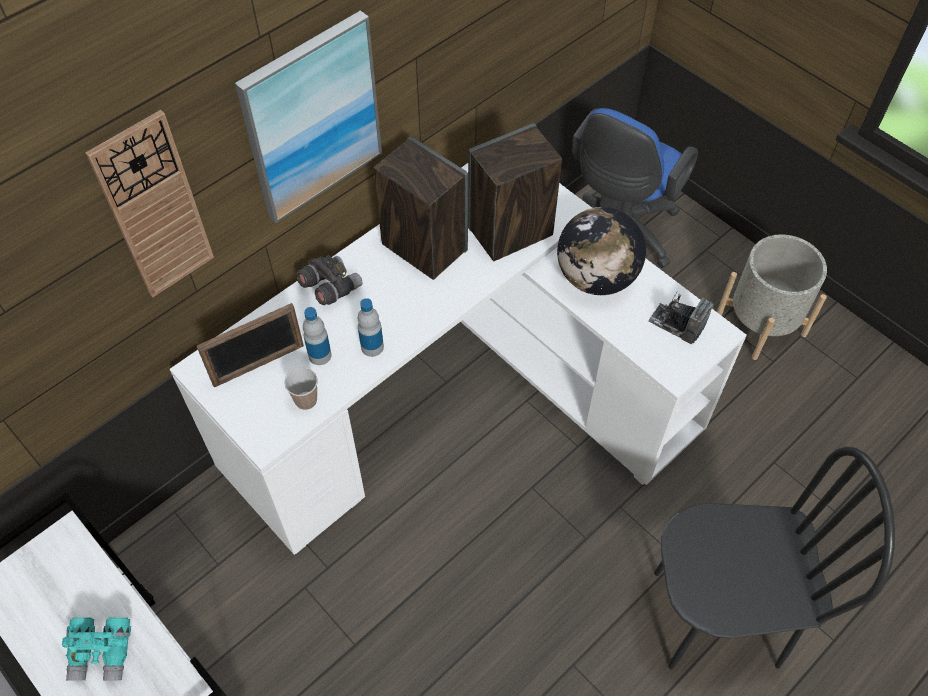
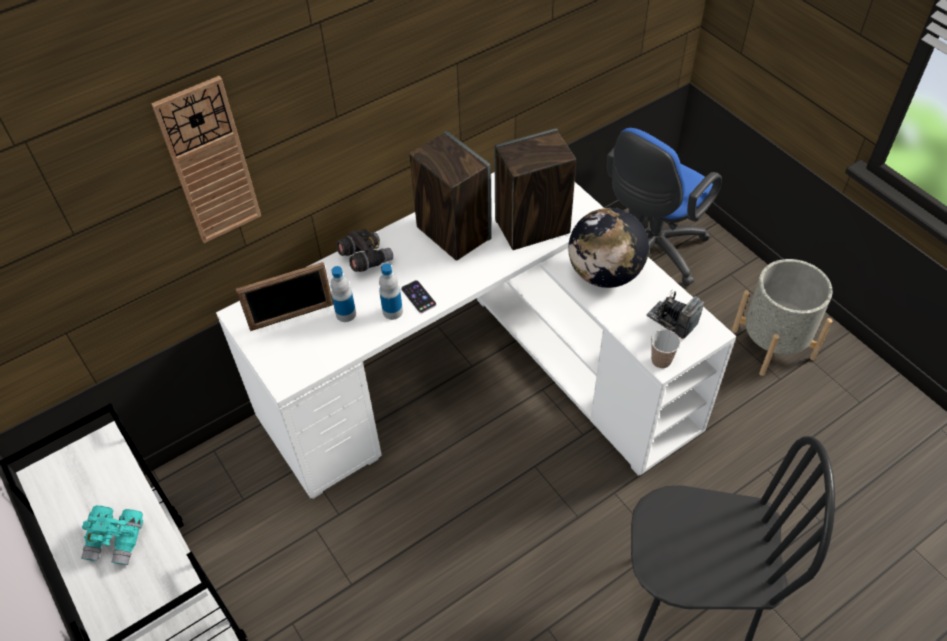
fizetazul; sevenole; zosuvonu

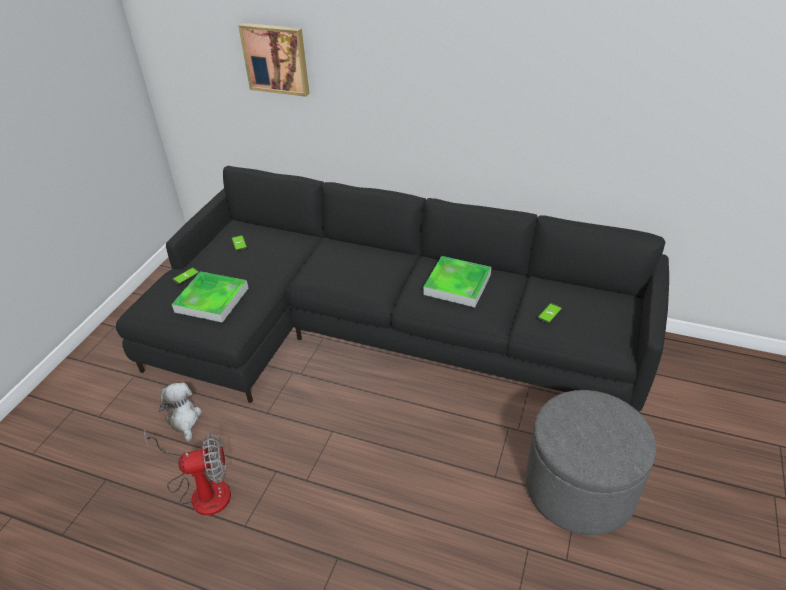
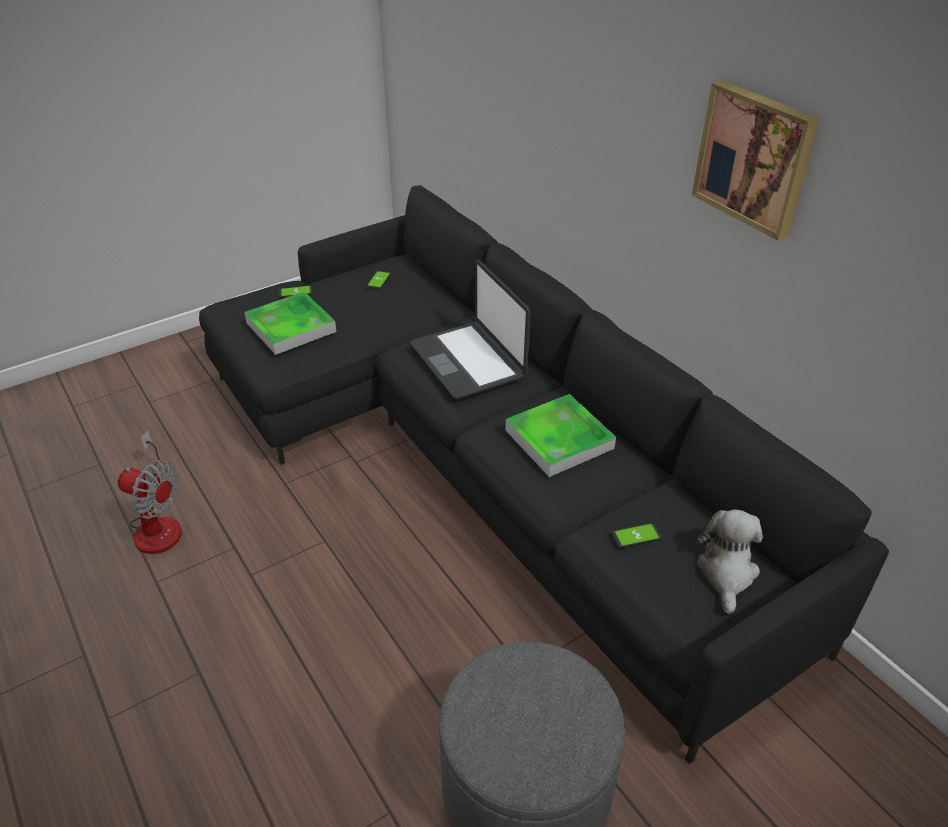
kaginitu; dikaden; fizetazul

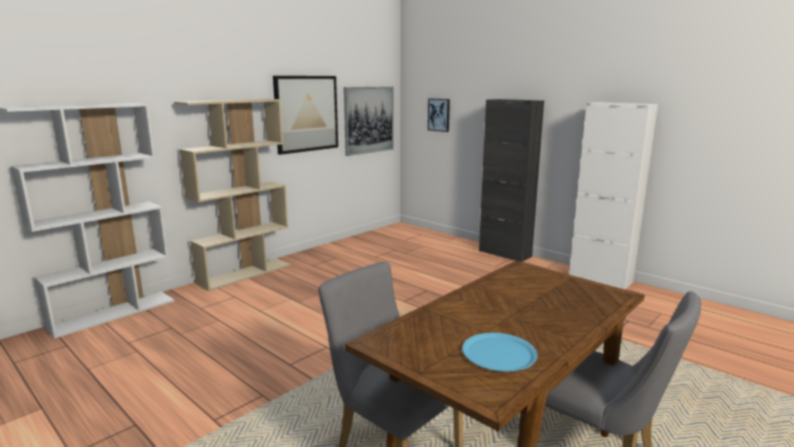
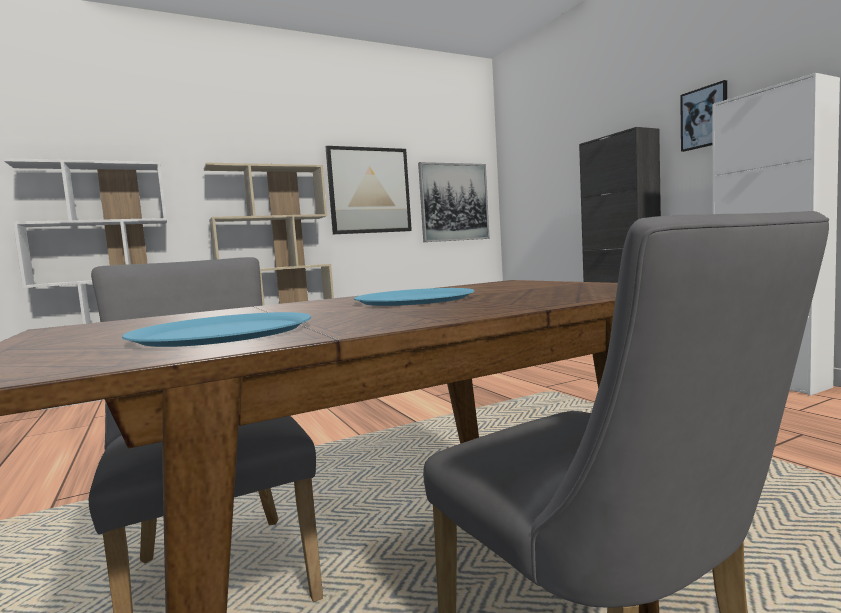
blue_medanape (no. 2 from left); fizetazul (no. 3 from left)

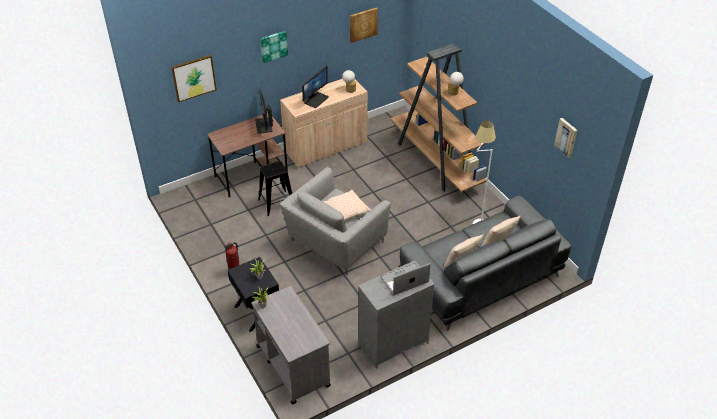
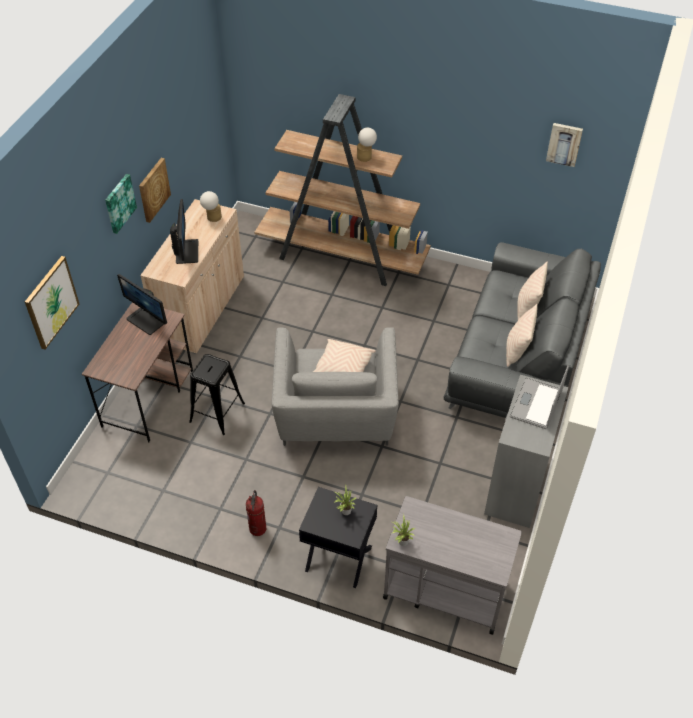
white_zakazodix; fizetazul (no. 3 from left)

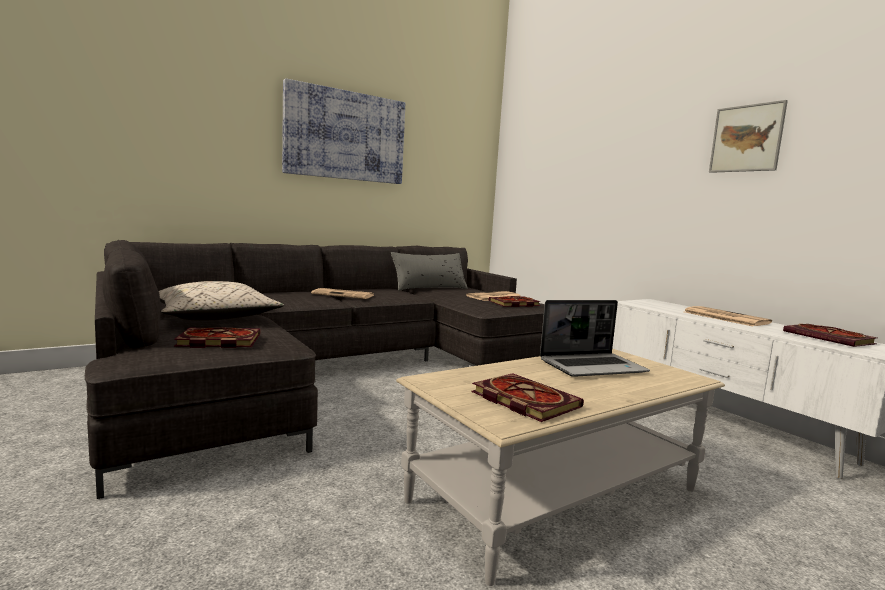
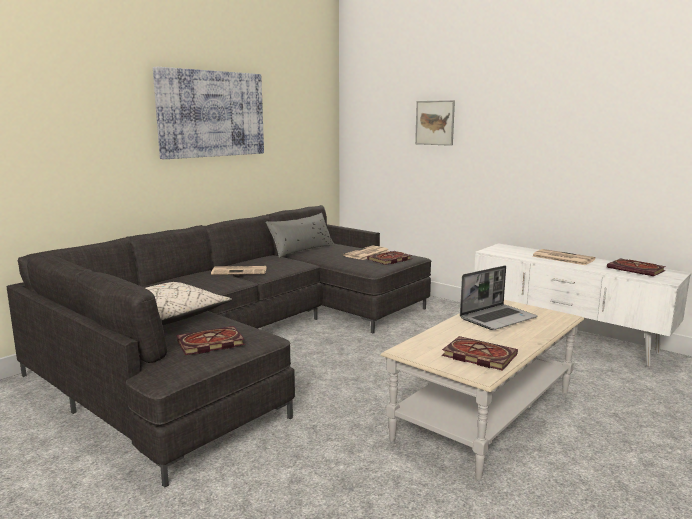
fizetazul (no. 2 from left)

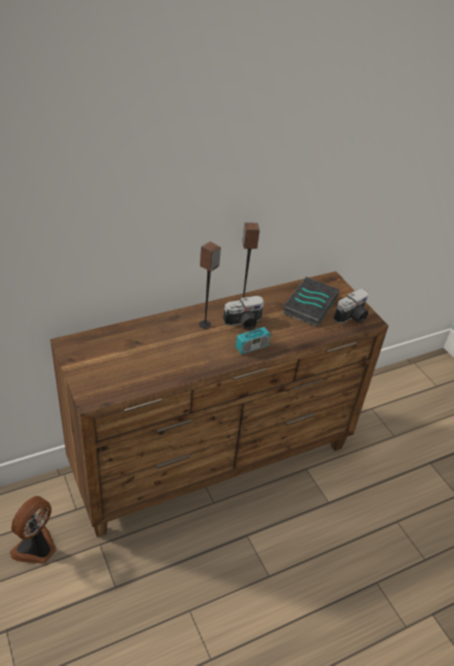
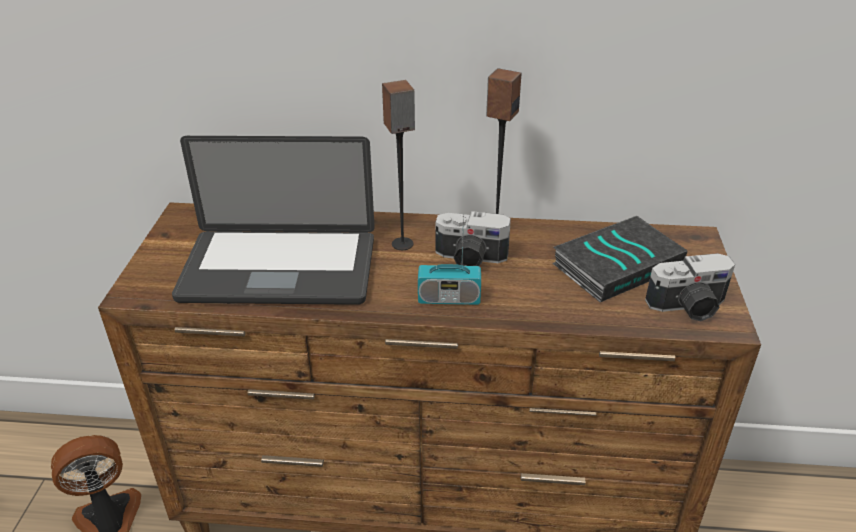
kaginitu

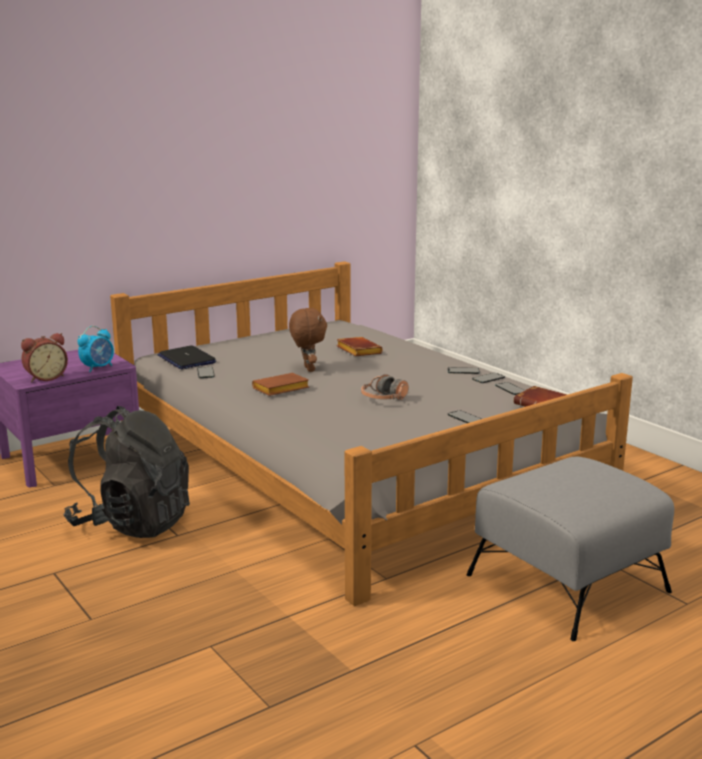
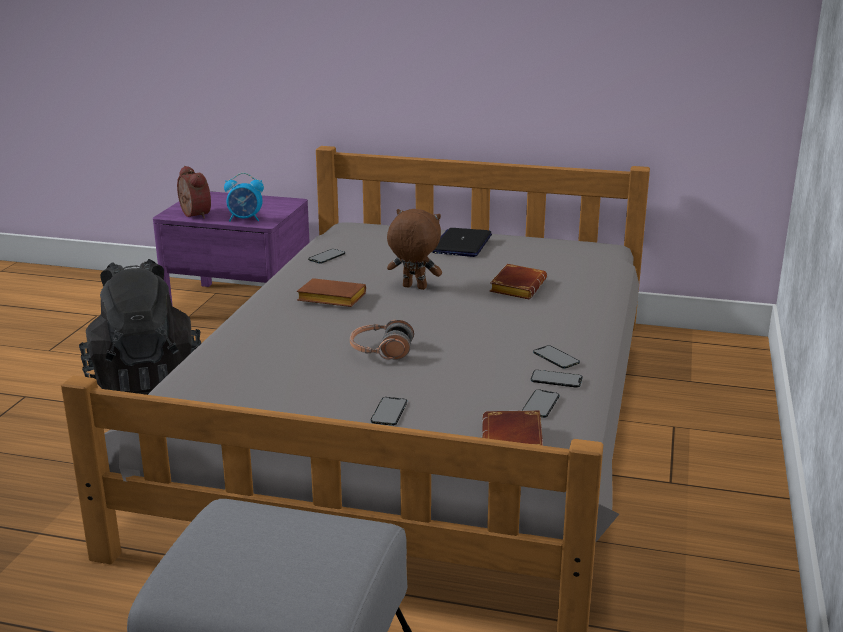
kaginitu; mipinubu (no. 1 from left); brown_dikaden

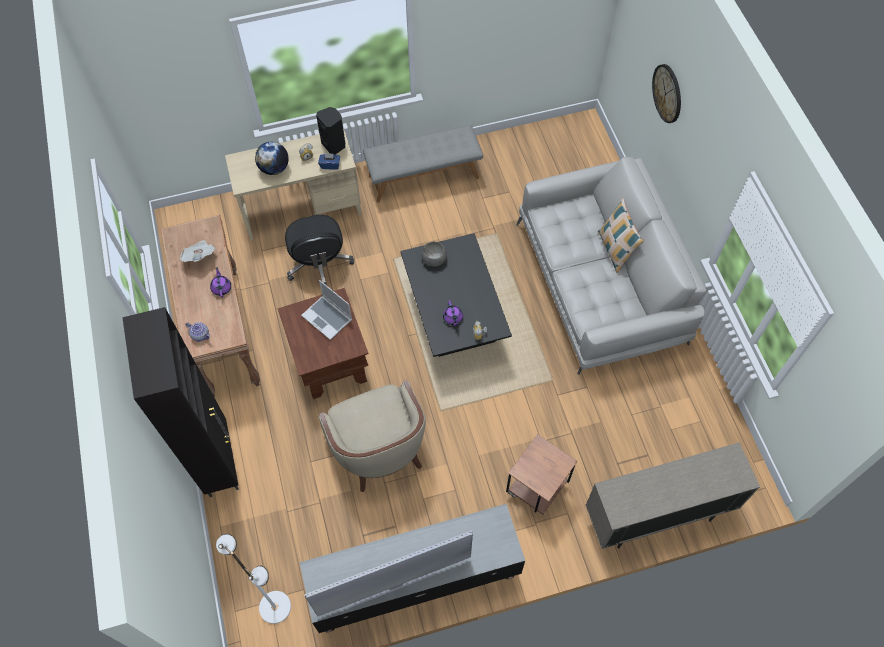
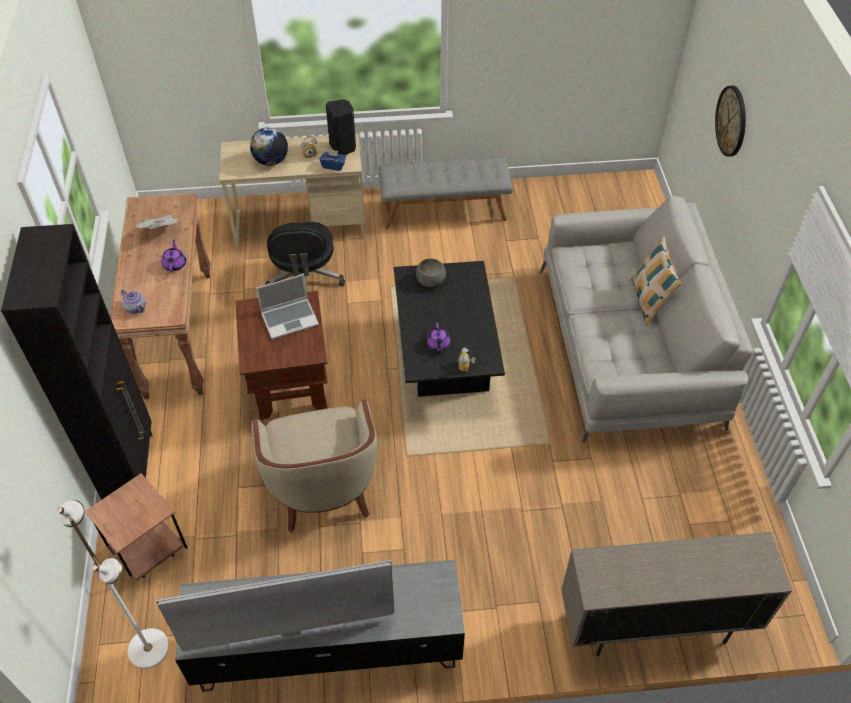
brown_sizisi (no. 1 from left); kaginitu

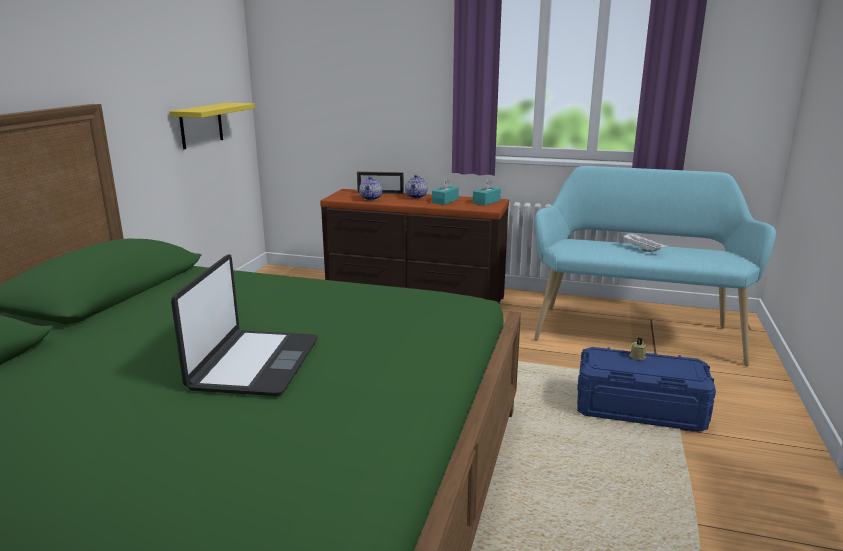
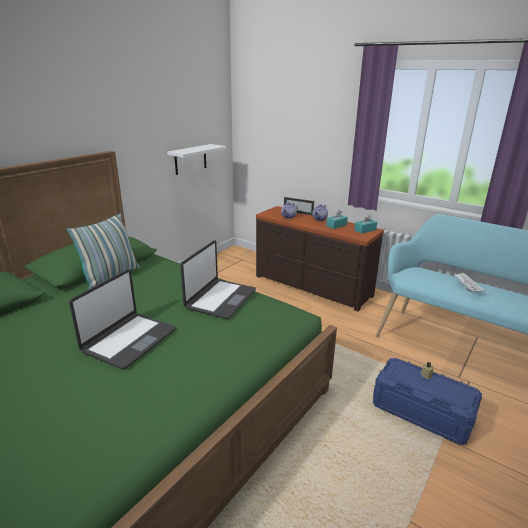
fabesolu; kaginitu (no. 2 from left); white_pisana

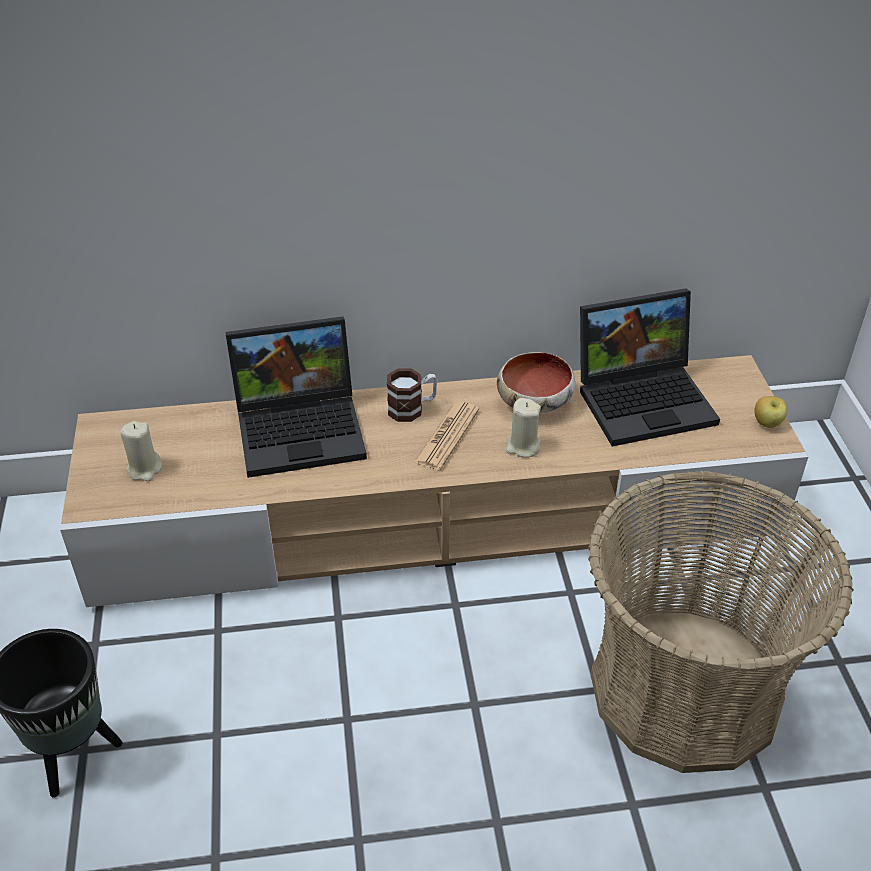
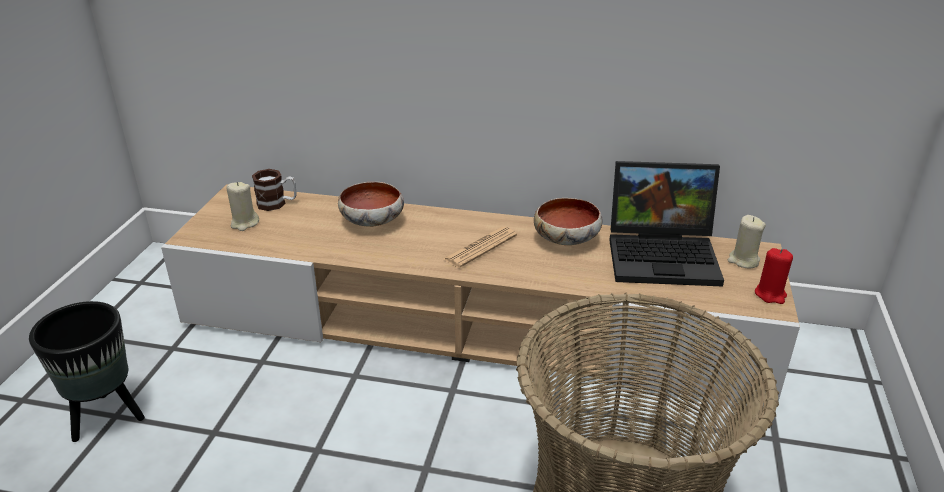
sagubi; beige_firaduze (no. 2 from left); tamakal (no. 1 from left); red_firaduze

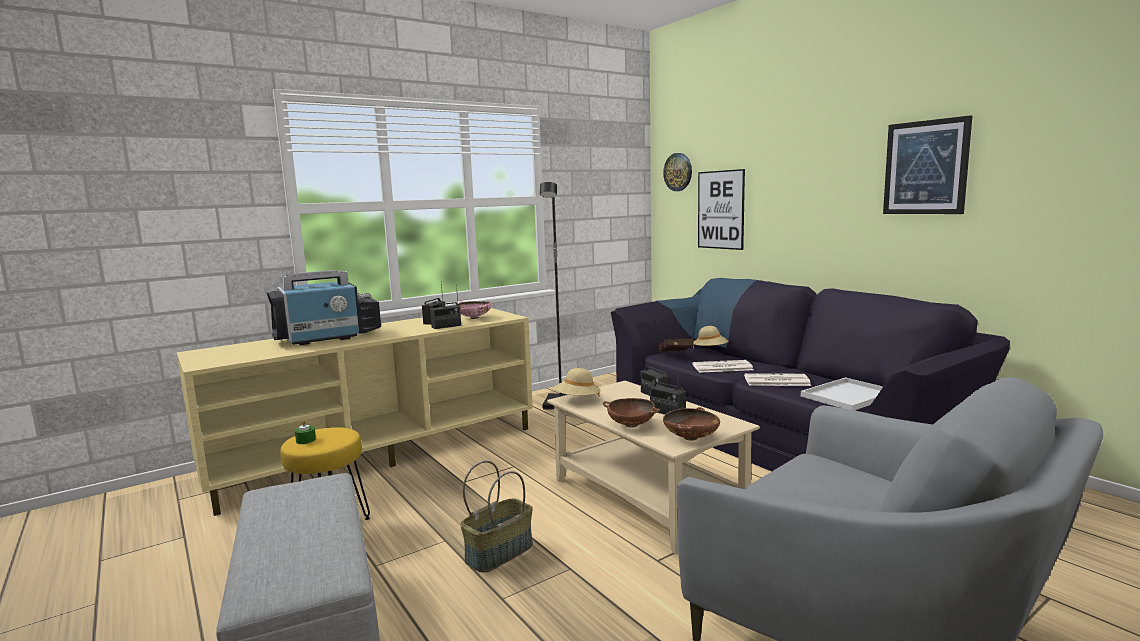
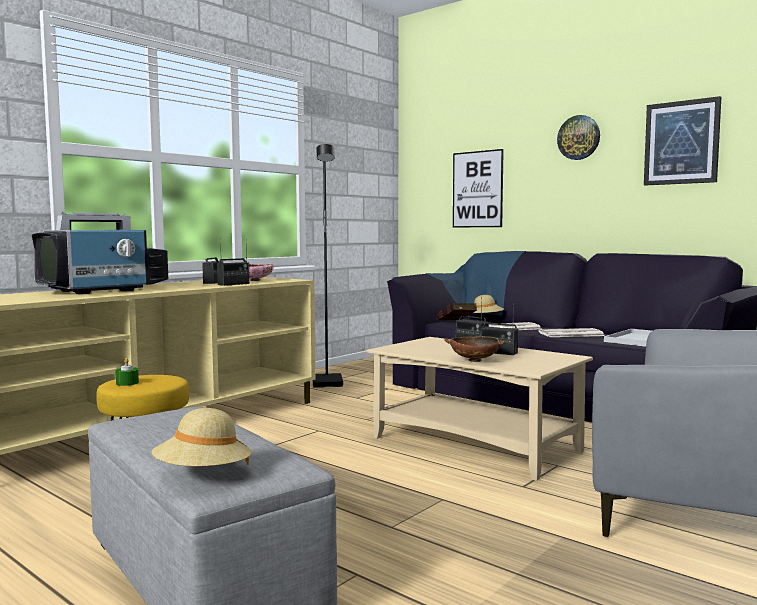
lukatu; brown_tamakal (no. 2 from left in the first image); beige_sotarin (no. 1 from left); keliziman

